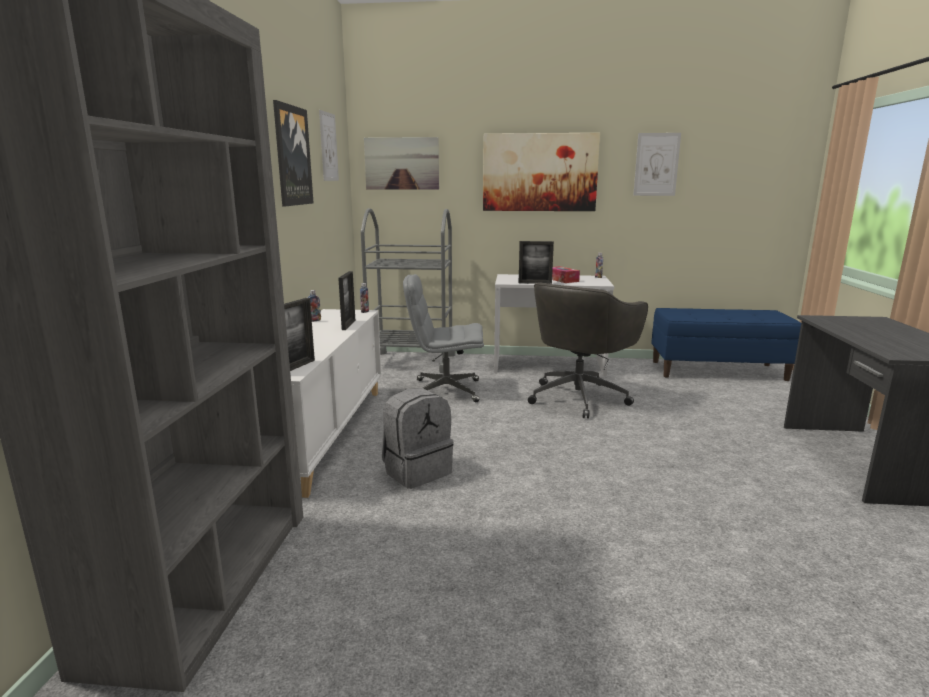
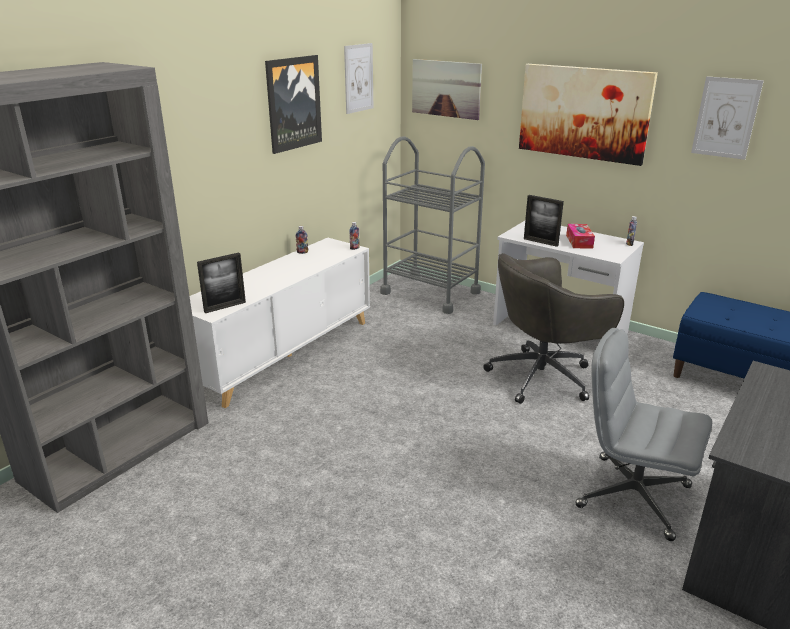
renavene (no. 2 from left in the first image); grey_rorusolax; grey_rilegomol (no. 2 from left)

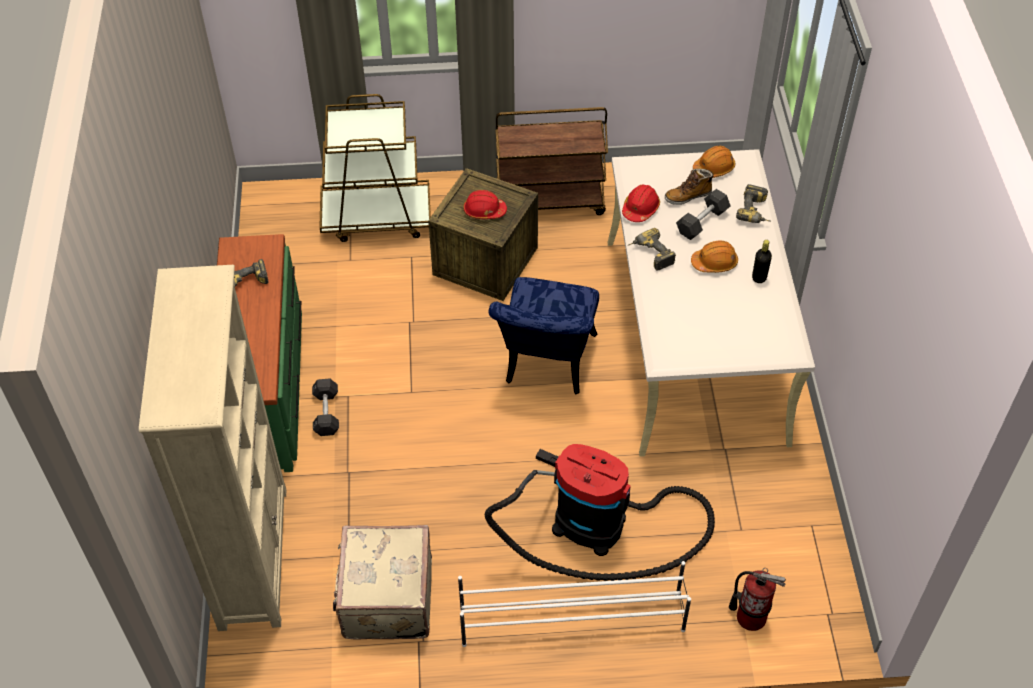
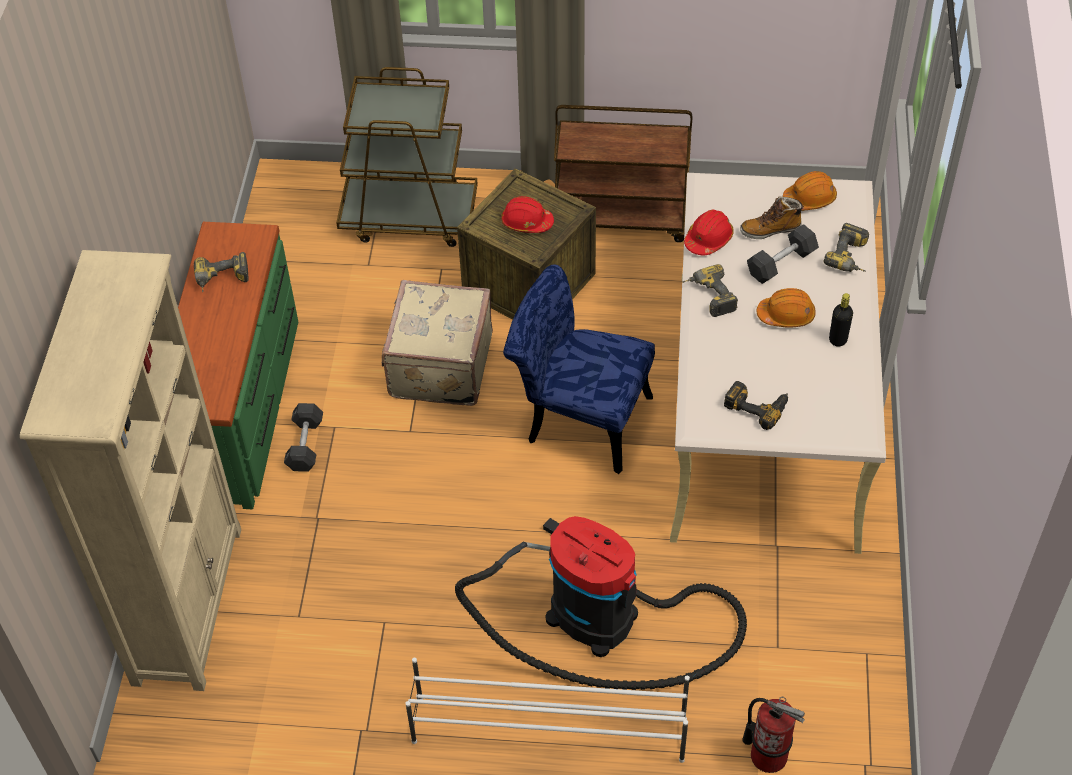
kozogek (no. 3 from left); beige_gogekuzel; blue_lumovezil

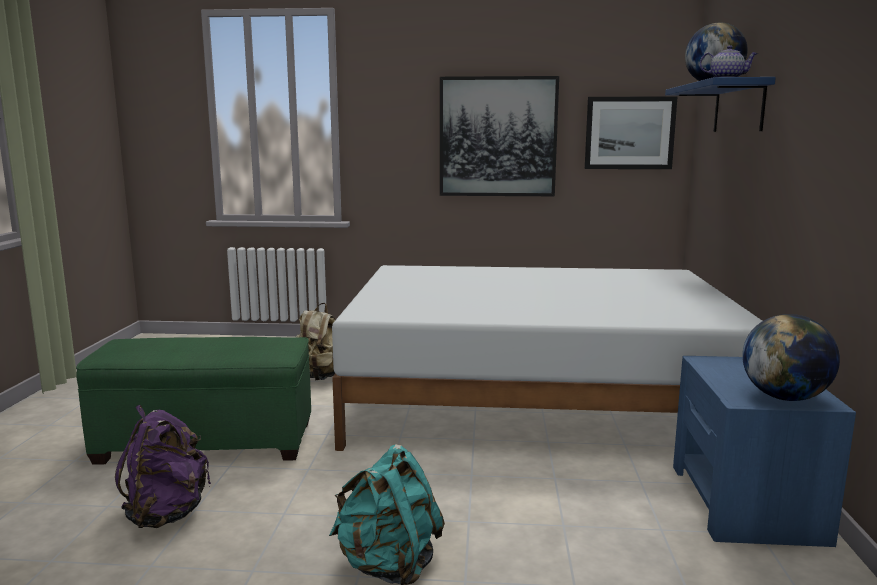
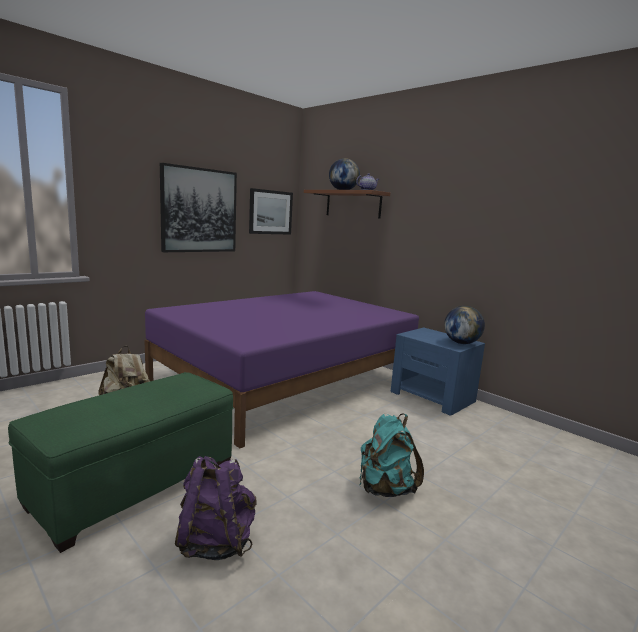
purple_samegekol; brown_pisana

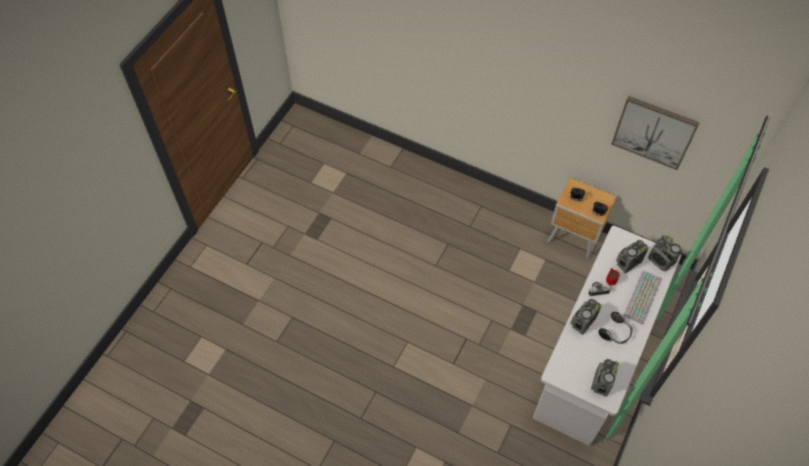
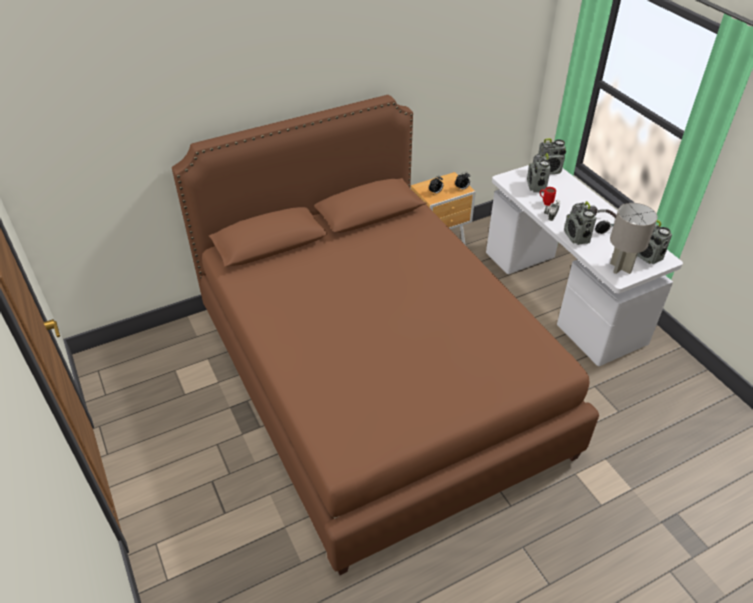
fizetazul; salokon; brown_samegekol; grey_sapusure

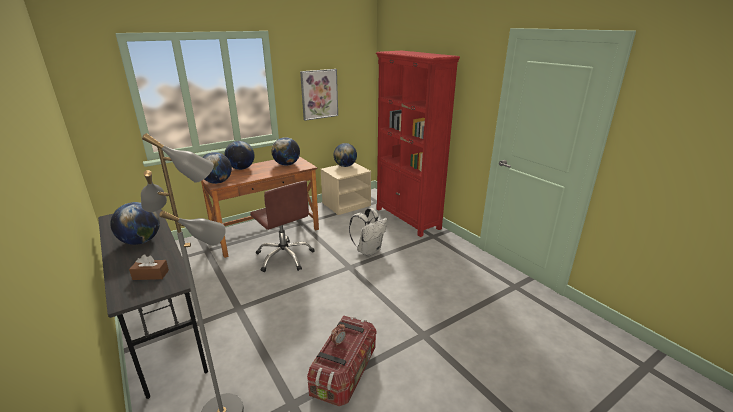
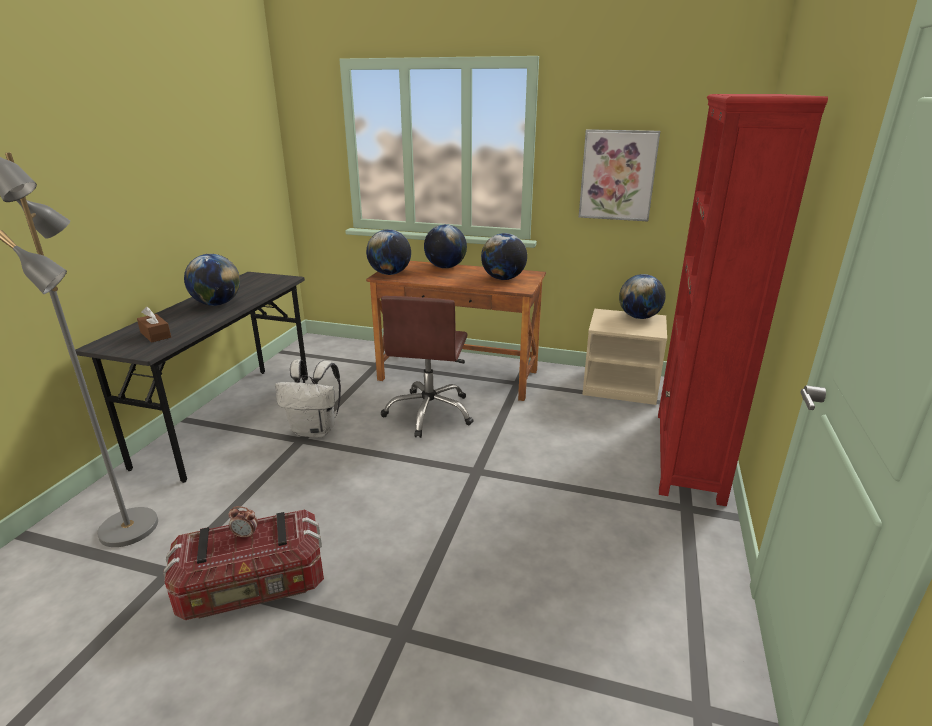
white_rorusolax

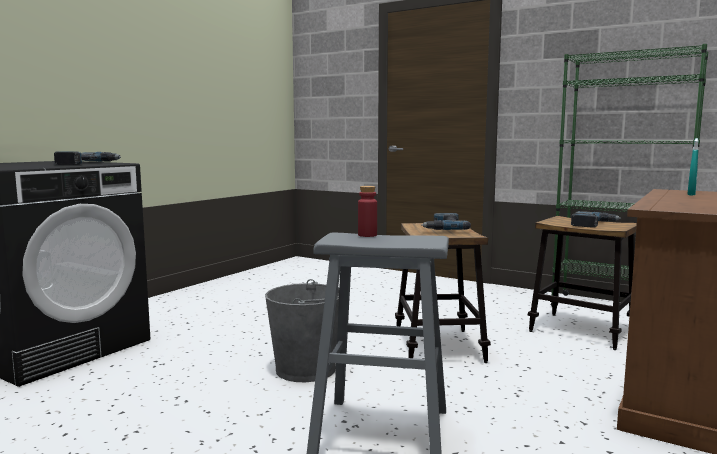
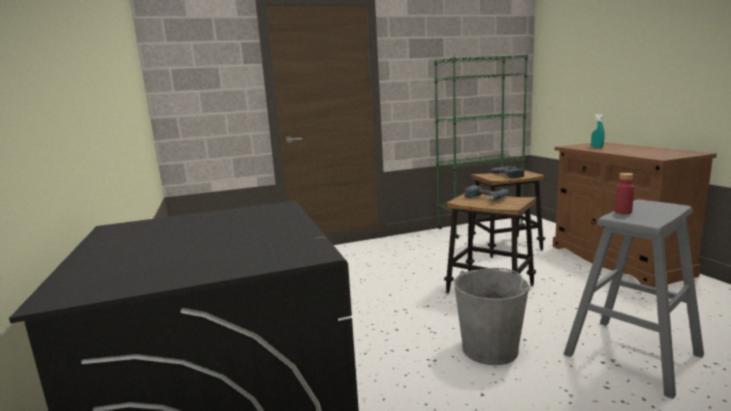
kozogek (no. 1 from left in the first image)

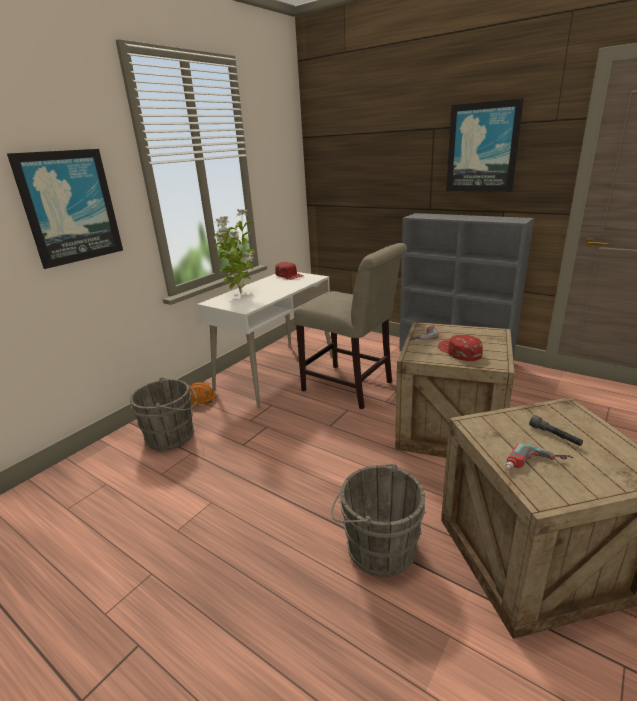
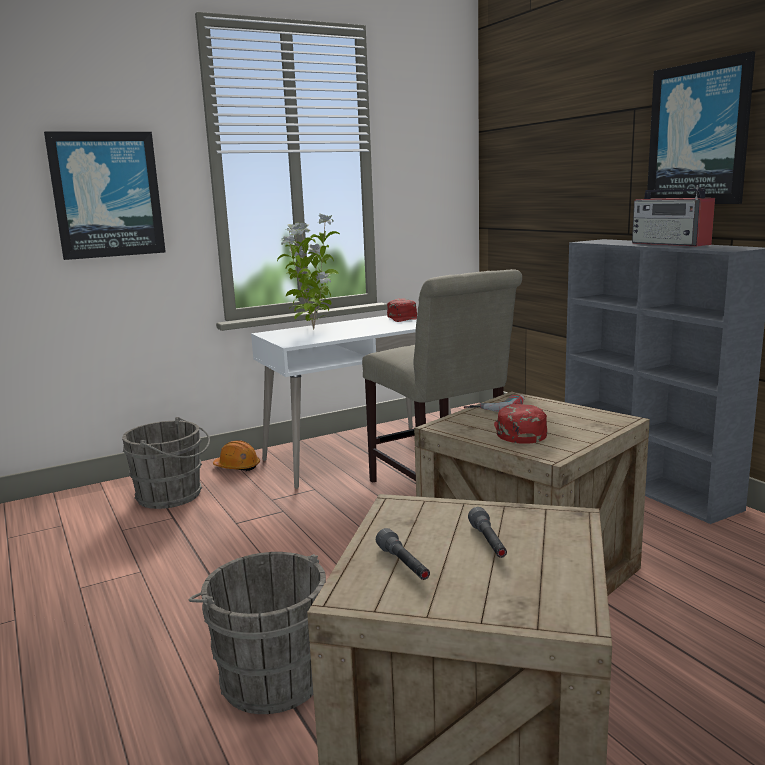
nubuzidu; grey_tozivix (no. 1 from left)

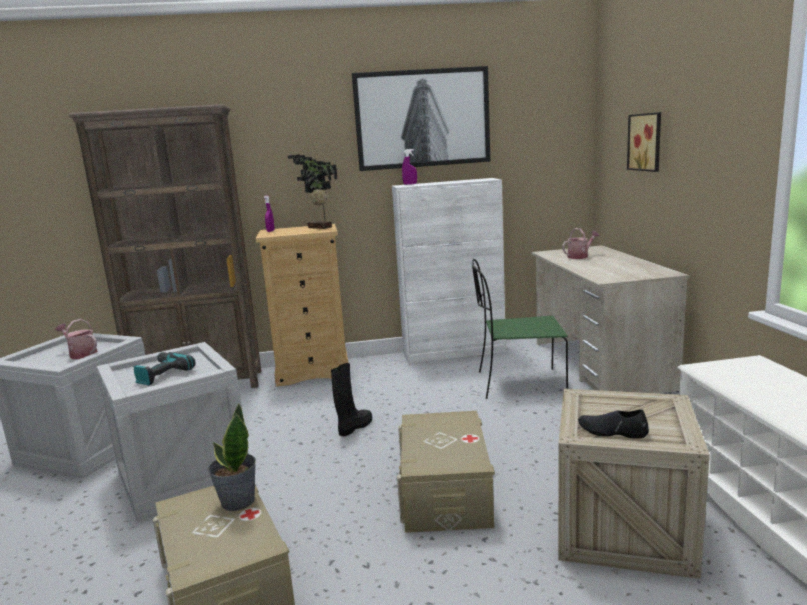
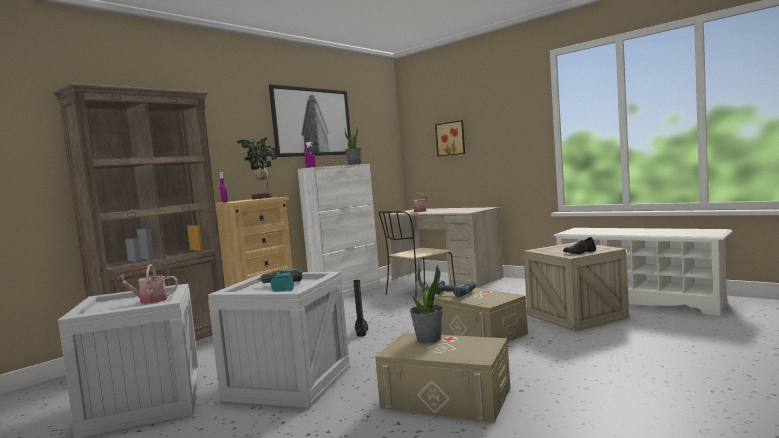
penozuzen (no. 2 from left); kozogek (no. 2 from left); beige_lumovezil

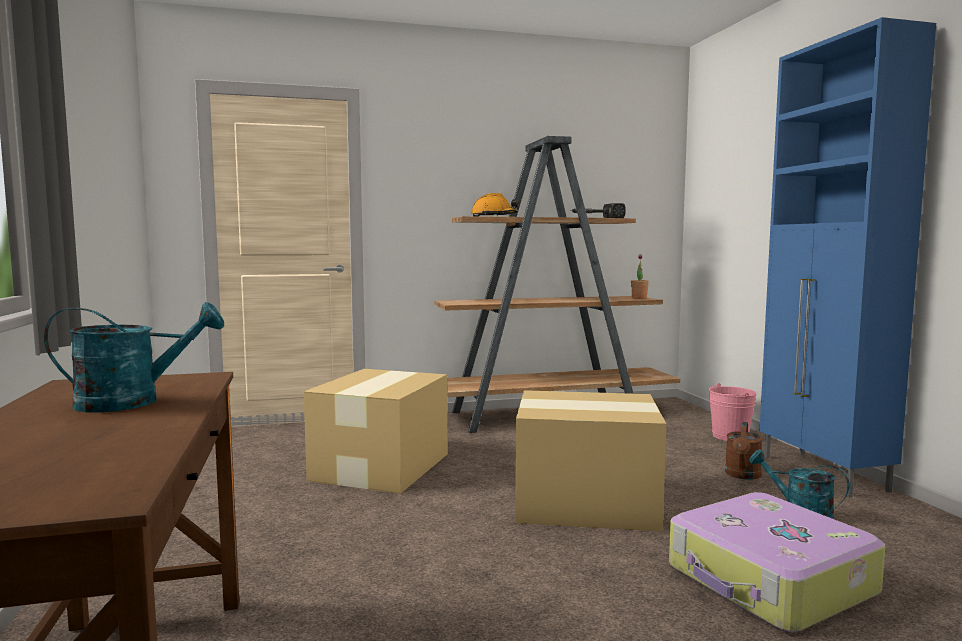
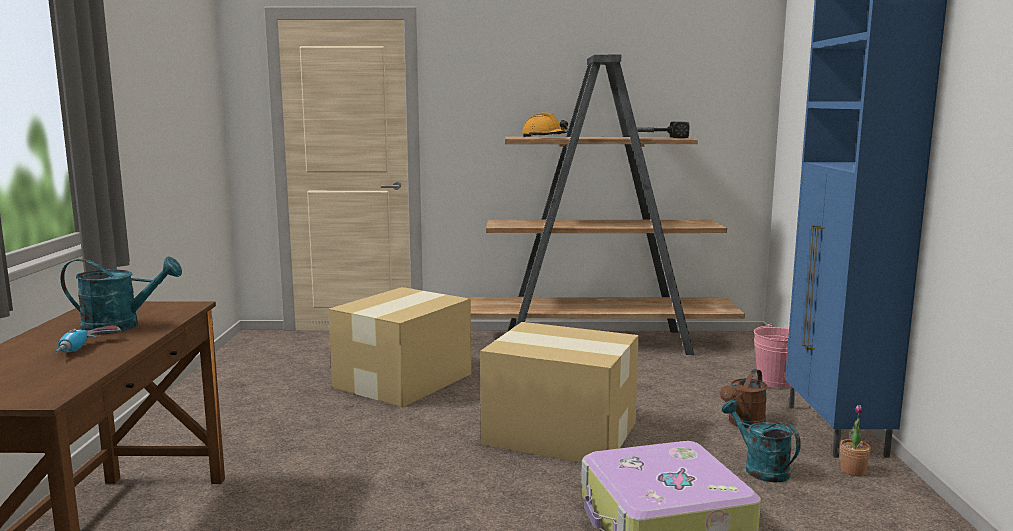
kozogek; penozuzen

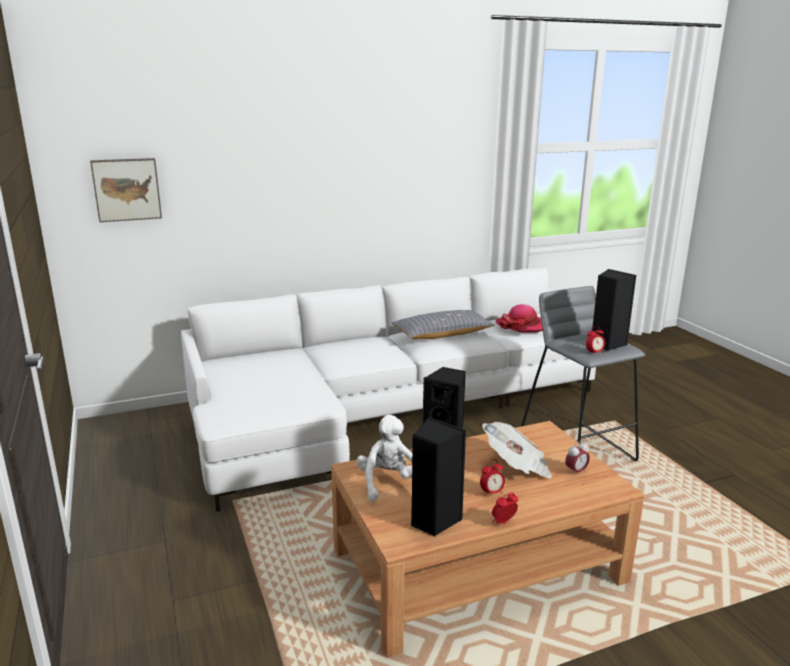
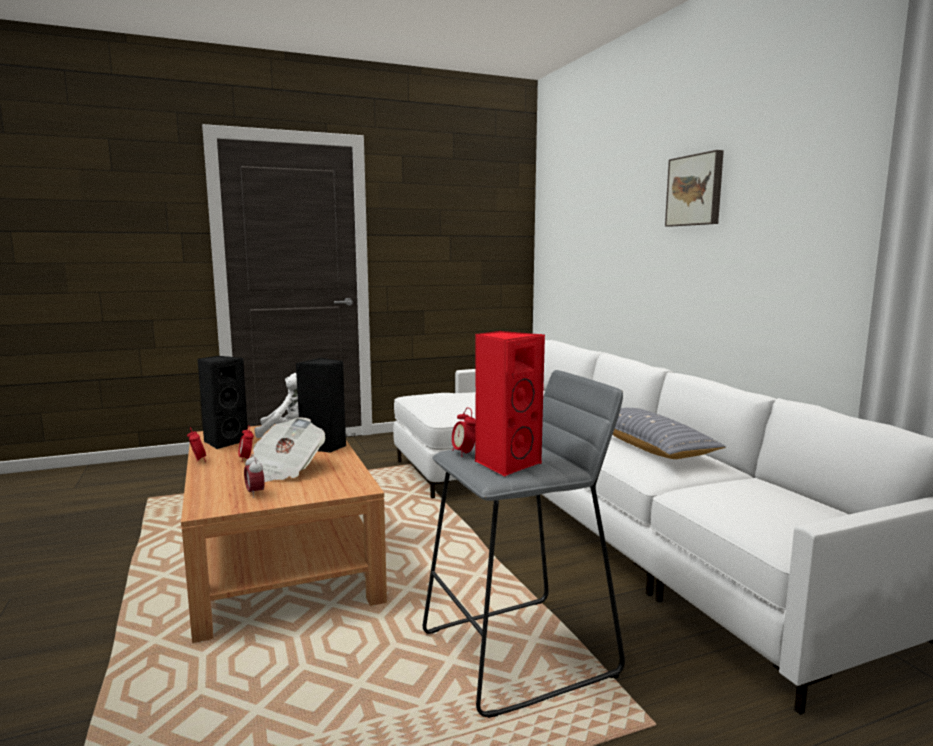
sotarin; fizetazul; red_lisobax

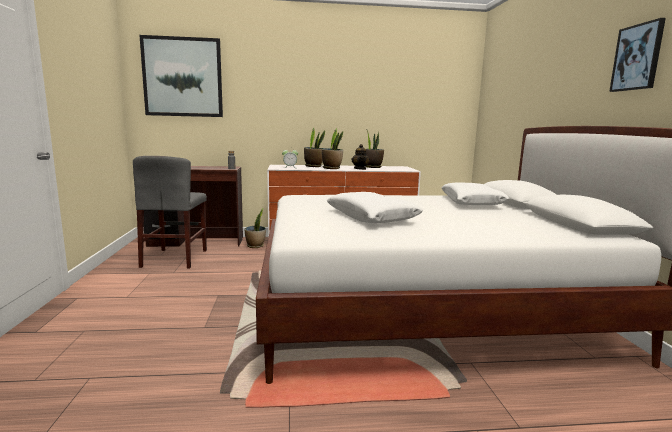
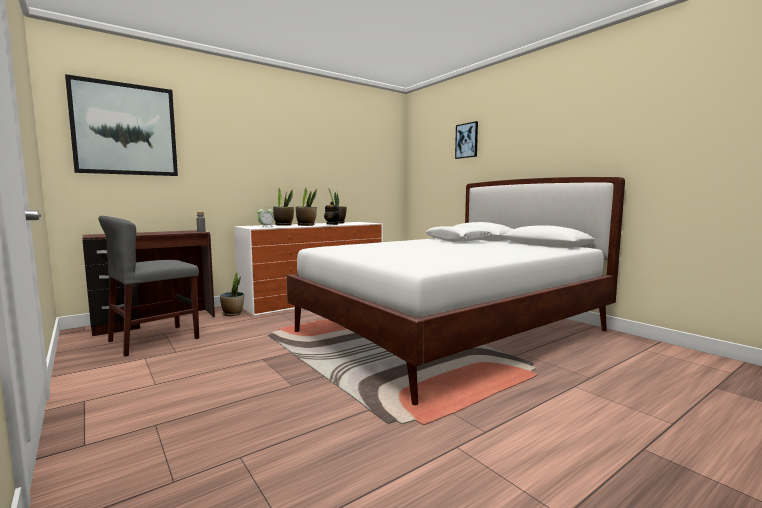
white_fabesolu (no. 1 from left in the first image); fizetazul (no. 2 from left); grey_lumovezil

